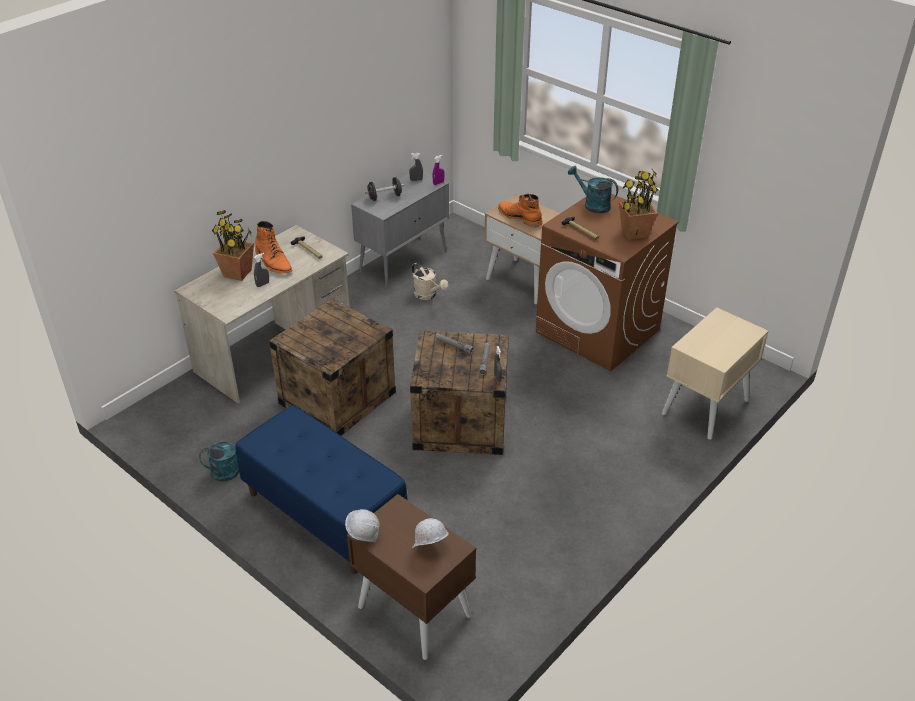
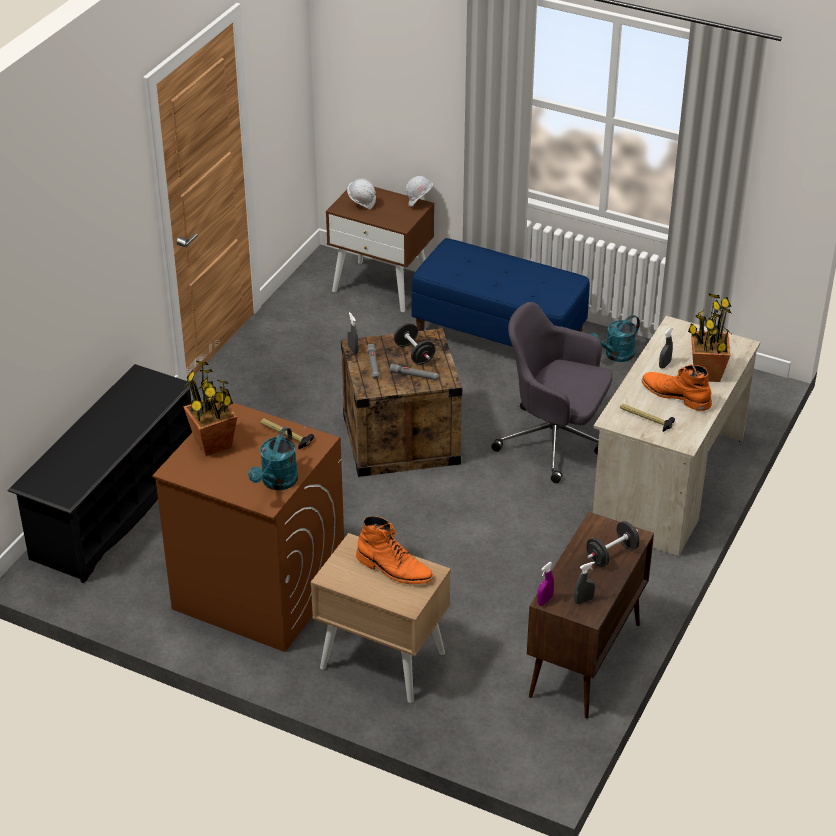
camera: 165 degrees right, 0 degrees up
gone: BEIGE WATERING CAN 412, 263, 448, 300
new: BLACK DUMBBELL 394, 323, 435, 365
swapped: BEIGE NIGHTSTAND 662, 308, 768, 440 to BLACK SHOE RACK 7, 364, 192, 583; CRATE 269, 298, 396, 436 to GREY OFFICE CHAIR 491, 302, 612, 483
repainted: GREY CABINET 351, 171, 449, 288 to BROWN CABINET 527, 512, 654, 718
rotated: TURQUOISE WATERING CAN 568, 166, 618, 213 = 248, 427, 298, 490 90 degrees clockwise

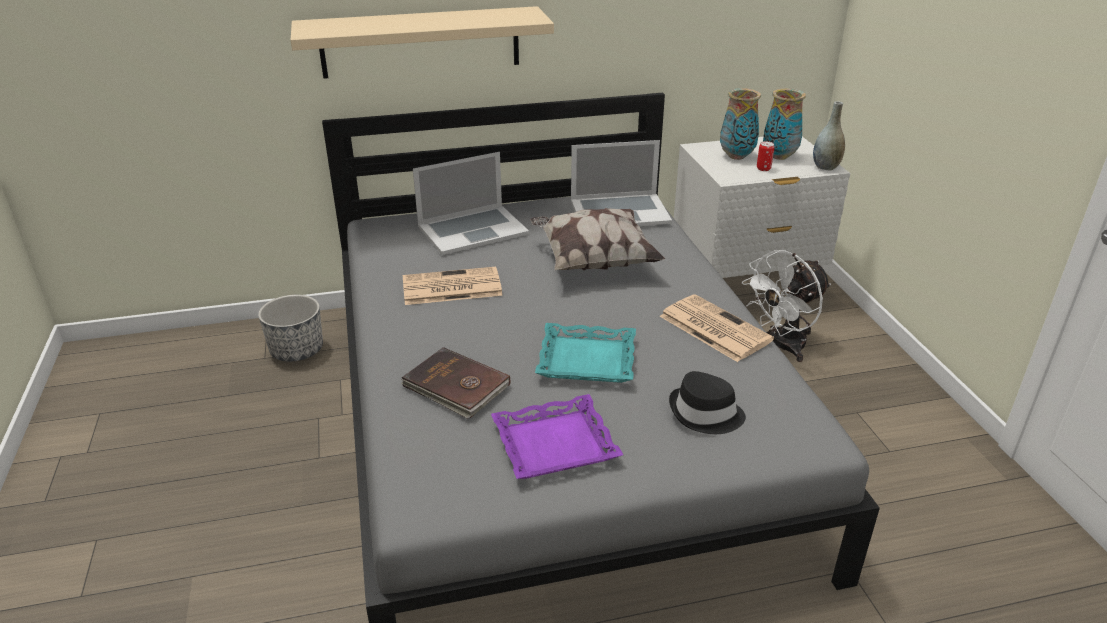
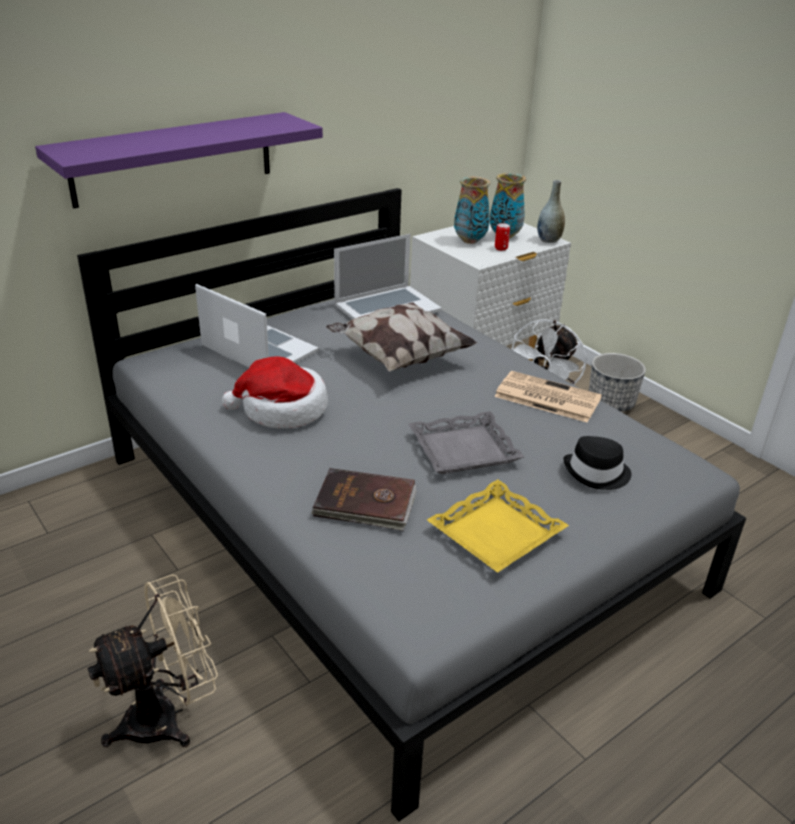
camera: 25 degrees left, 0 degrees up
new: BEIGE FAN 87, 574, 218, 747
shifted: PLANTER 258, 295, 323, 362 to 589, 353, 646, 412
swapped: NEWSPAPER 403, 267, 503, 305 to HAT 222, 357, 328, 428
repainted: BEIGE SHELF 291, 6, 554, 79 to PURPLE SHELF 35, 112, 323, 209; TURQUOISE TRAY 535, 323, 636, 383 to GREY TRAY 408, 411, 524, 474; PURPLE TRAY 491, 394, 623, 479 to YELLOW TRAY 427, 480, 569, 573
rotated: LAPTOP 413, 152, 529, 255 = 195, 284, 319, 367 90 degrees counterclockwise

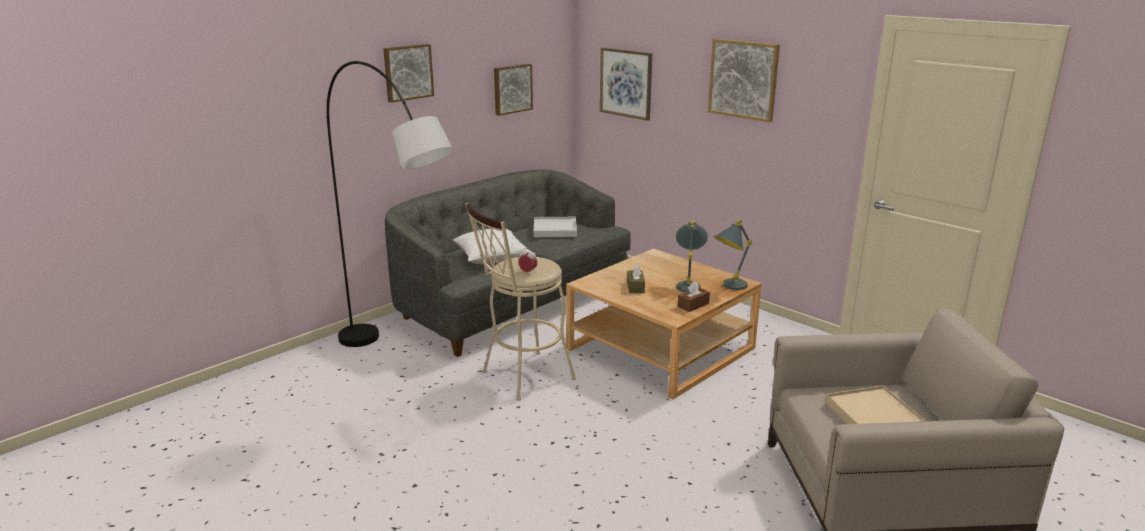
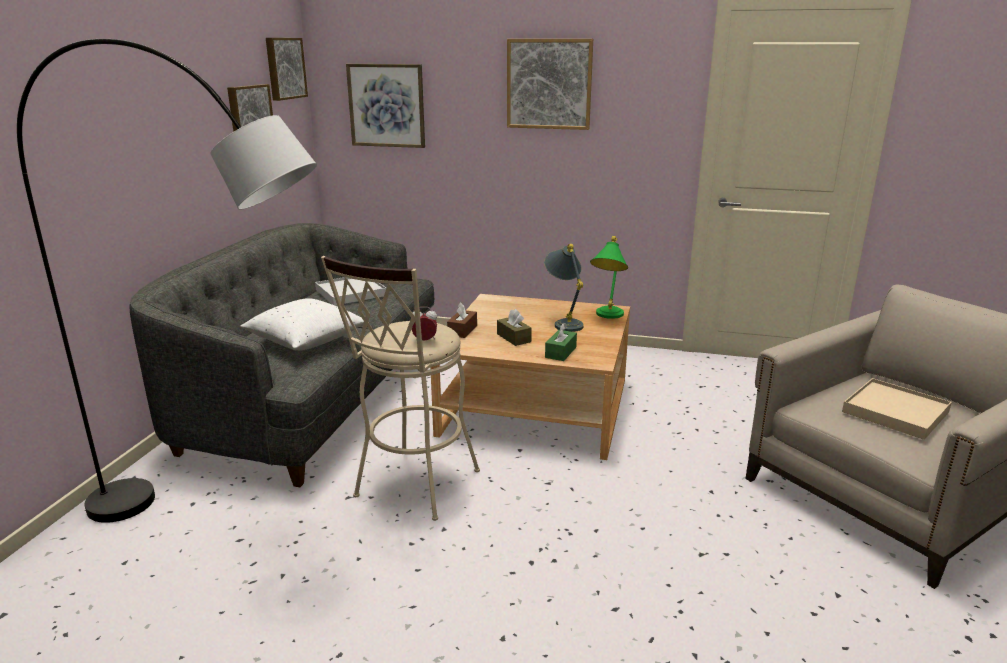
camera: 30 degrees left, 0 degrees up
new: GREEN TISSUE BOX 545, 323, 577, 361
shifted: PICTURE 383, 44, 434, 103 to 266, 38, 308, 101; BROWN TISSUE BOX 678, 281, 710, 312 to 447, 302, 477, 338
repainted: GREY TABLE LAMP 714, 219, 752, 290 to GREEN TABLE LAMP 590, 236, 628, 319

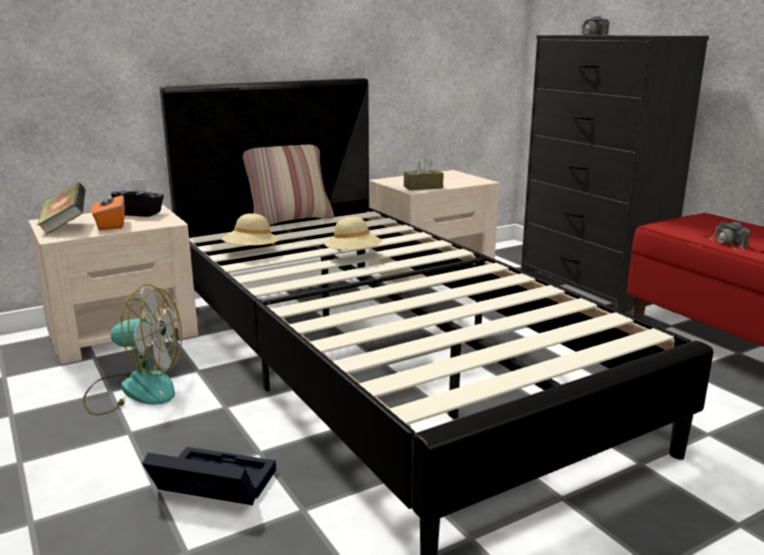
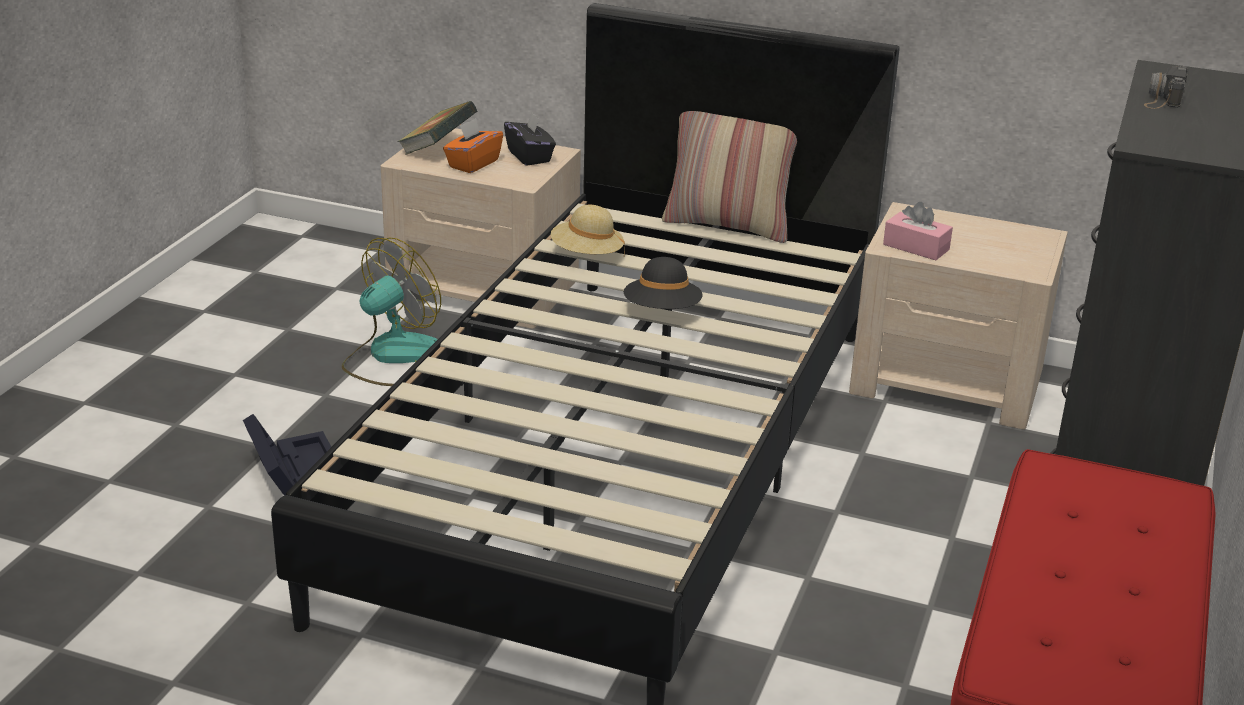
camera: 50 degrees right, 10 degrees up
gone: PHOTO CAMERA 709, 222, 750, 251
repainted: BEIGE HAT 324, 217, 382, 250 to BLACK HAT 624, 257, 703, 309; BROWN TISSUE BOX 404, 157, 444, 190 to PINK TISSUE BOX 883, 202, 953, 260
rotated: FAN 83, 284, 182, 415 = 342, 238, 441, 386 105 degrees counterclockwise

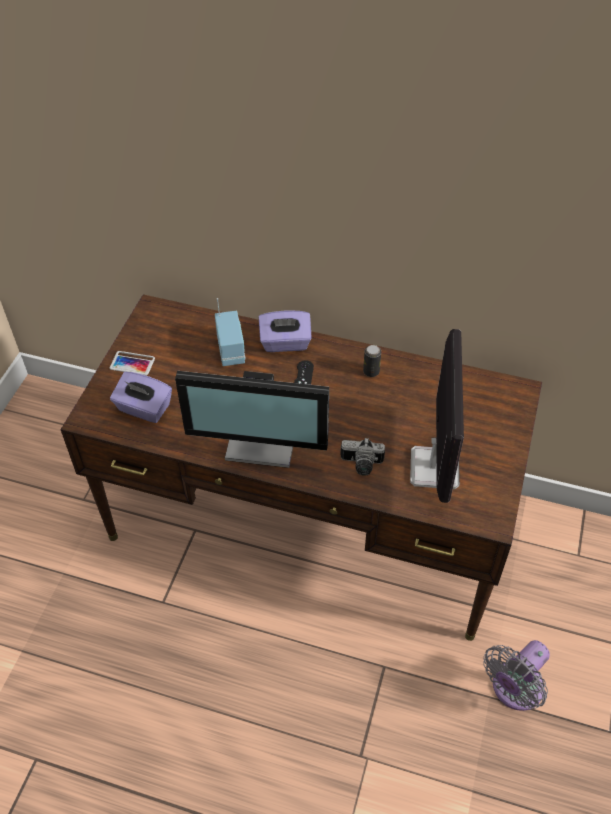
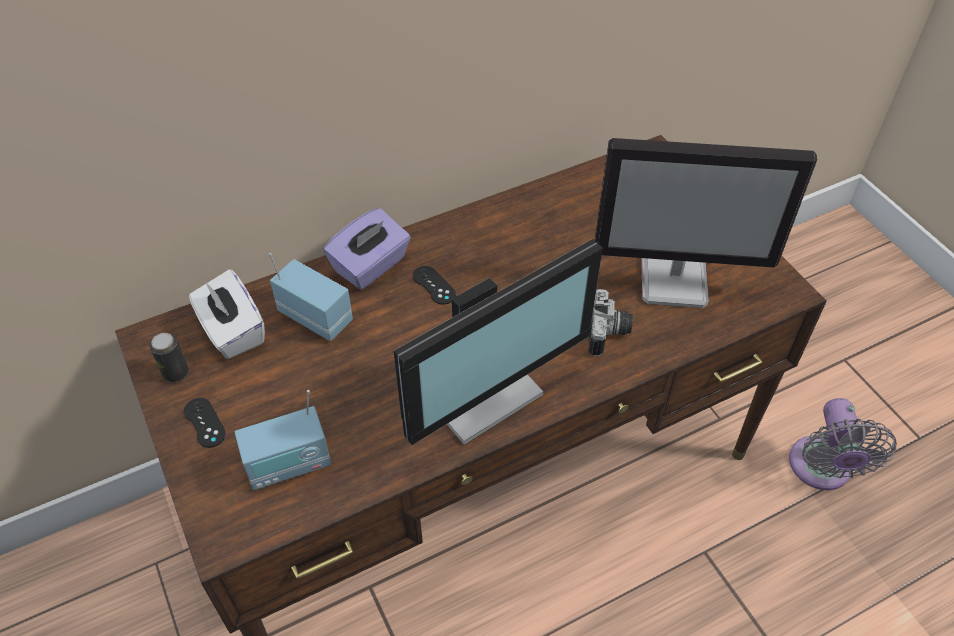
camera: 45 degrees left, 0 degrees up
new: WHITE TISSUE BOX 189, 269, 265, 359
shifted: CAN 363, 345, 381, 377 to 149, 333, 189, 382
swapped: PHONE 110, 351, 155, 375 to BLACK GAME CONTROLLER 184, 398, 226, 448; PURPLE TISSUE BOX 110, 372, 172, 423 to RADIO 235, 390, 331, 490
rotated: PHOTO CAMERA 340, 438, 385, 476 = 589, 289, 633, 356 45 degrees counterclockwise; MONITOR 410, 329, 464, 503 = 594, 138, 818, 308 135 degrees clockwise

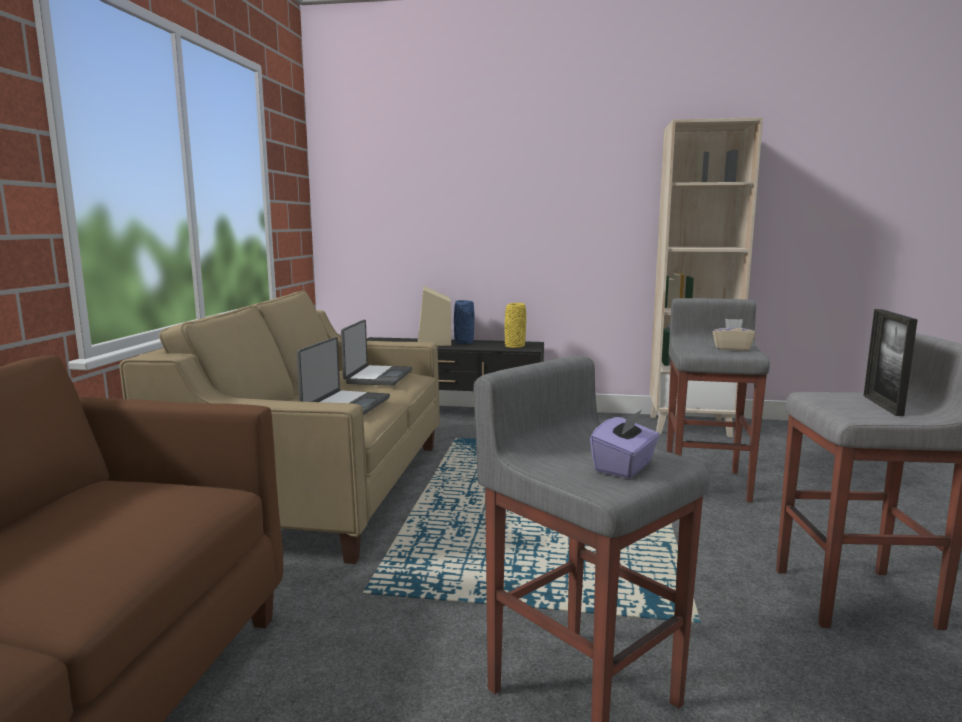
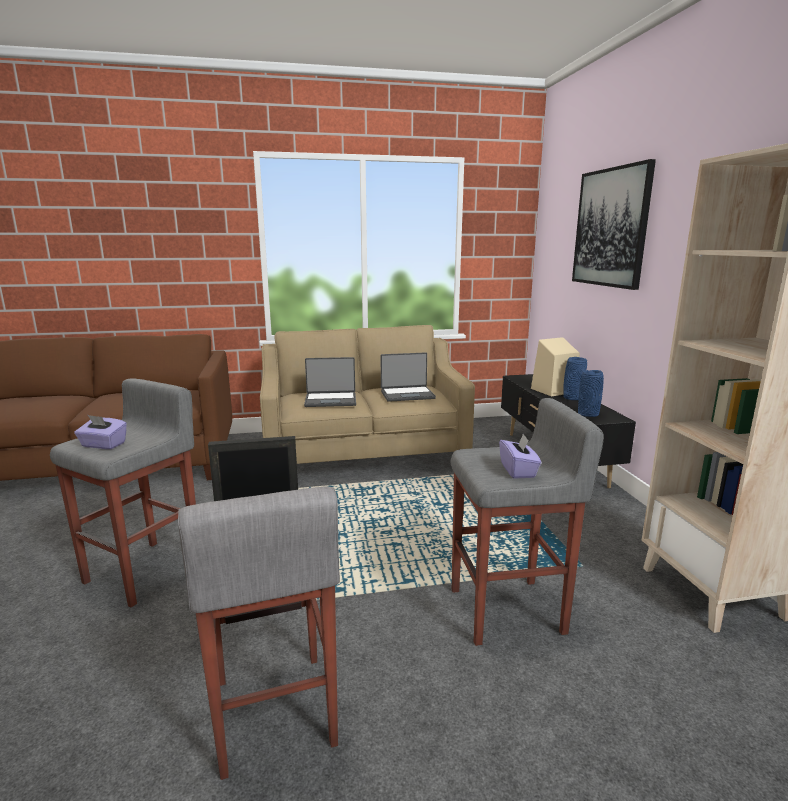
camera: 70 degrees right, 5 degrees up
new: PICTURE 572, 159, 656, 290
repainted: BEIGE TISSUE BOX 712, 319, 755, 351 to PURPLE TISSUE BOX 499, 433, 541, 479; YELLOW VASE 505, 303, 526, 348 to BLUE VASE 578, 370, 604, 417

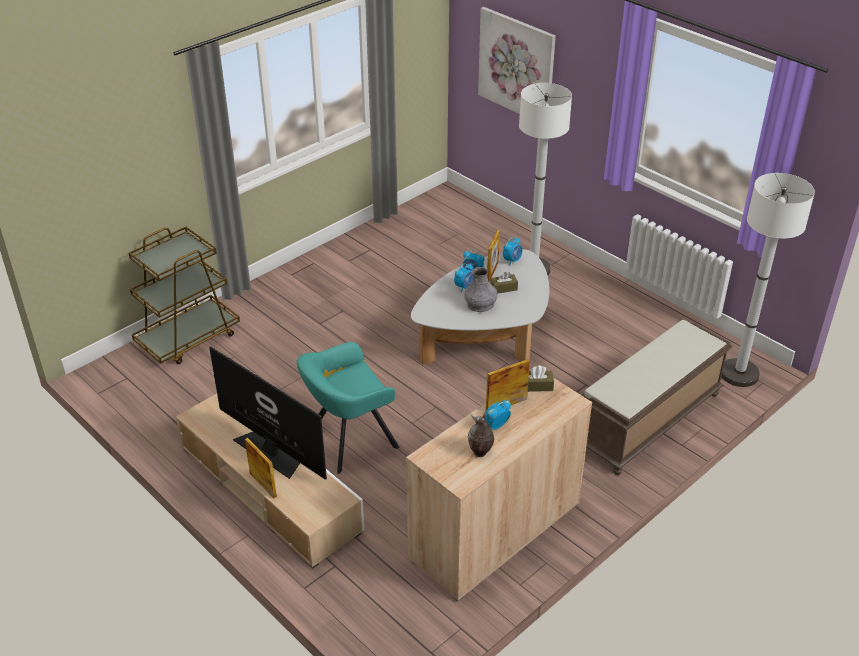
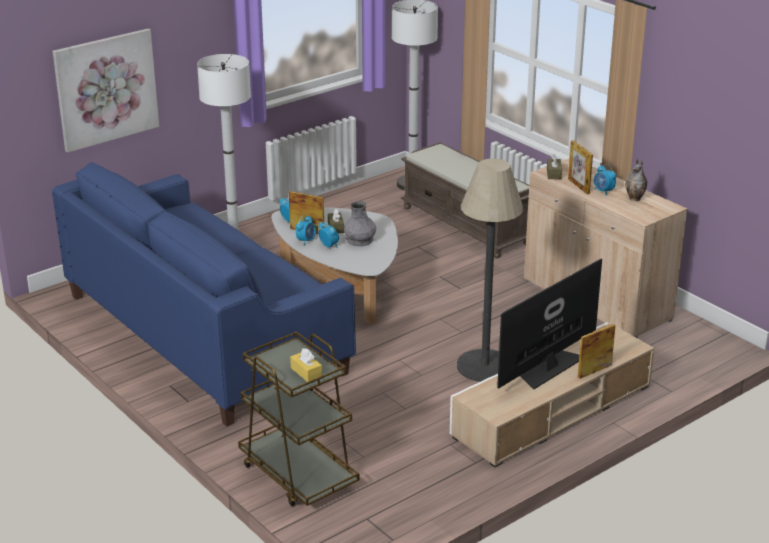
camera: 85 degrees left, 10 degrees down
new: BLUE SOFA 52, 162, 356, 427; YELLOW TISSUE BOX 290, 348, 322, 382
swapped: TURQUOISE ARMCHAIR 296, 342, 399, 474 to FLOOR LAMP 457, 159, 523, 382

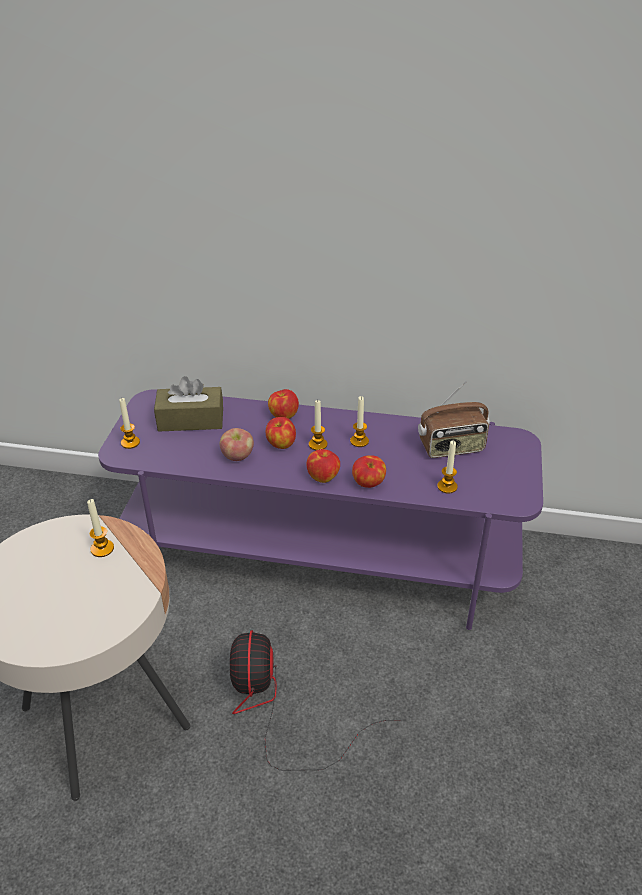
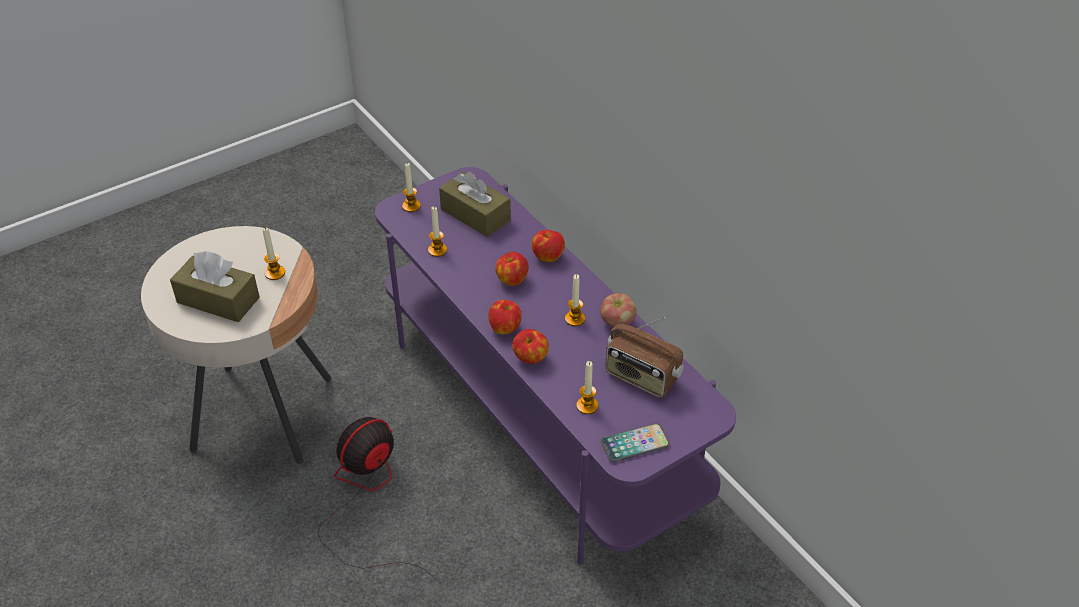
camera: 45 degrees right, 5 degrees up
new: BROWN TISSUE BOX 170, 251, 260, 322; PHONE 601, 424, 670, 462
shifted: CANDLE 309, 400, 327, 450 to 428, 206, 447, 257; APPLE 220, 428, 254, 461 to 600, 293, 637, 327

